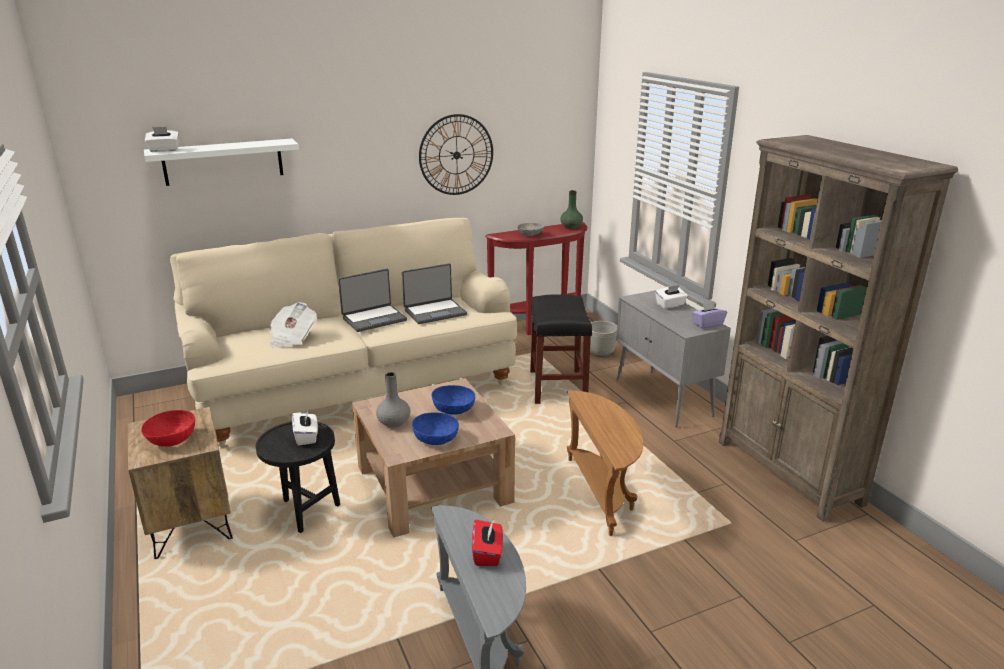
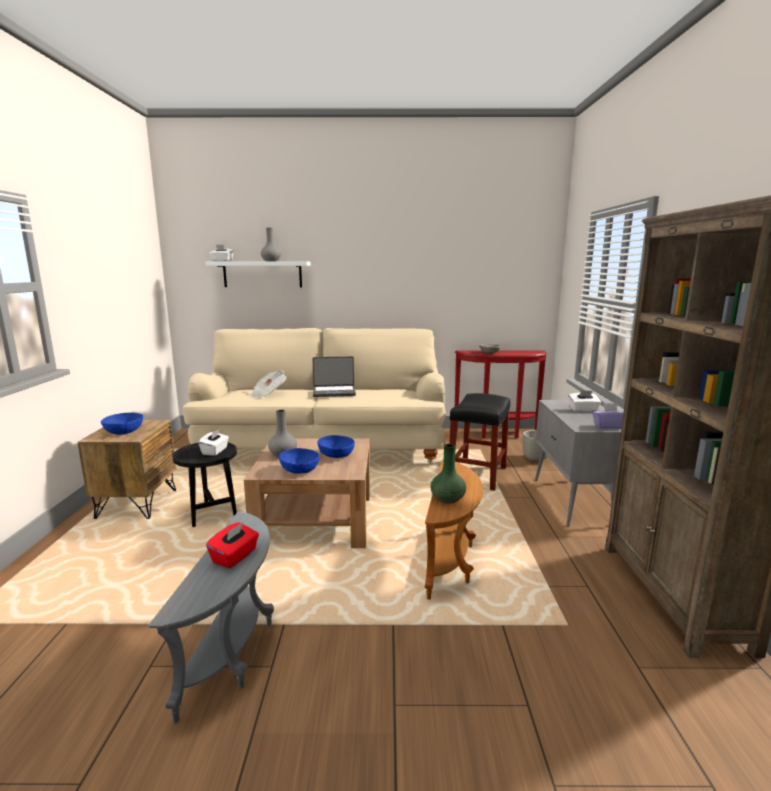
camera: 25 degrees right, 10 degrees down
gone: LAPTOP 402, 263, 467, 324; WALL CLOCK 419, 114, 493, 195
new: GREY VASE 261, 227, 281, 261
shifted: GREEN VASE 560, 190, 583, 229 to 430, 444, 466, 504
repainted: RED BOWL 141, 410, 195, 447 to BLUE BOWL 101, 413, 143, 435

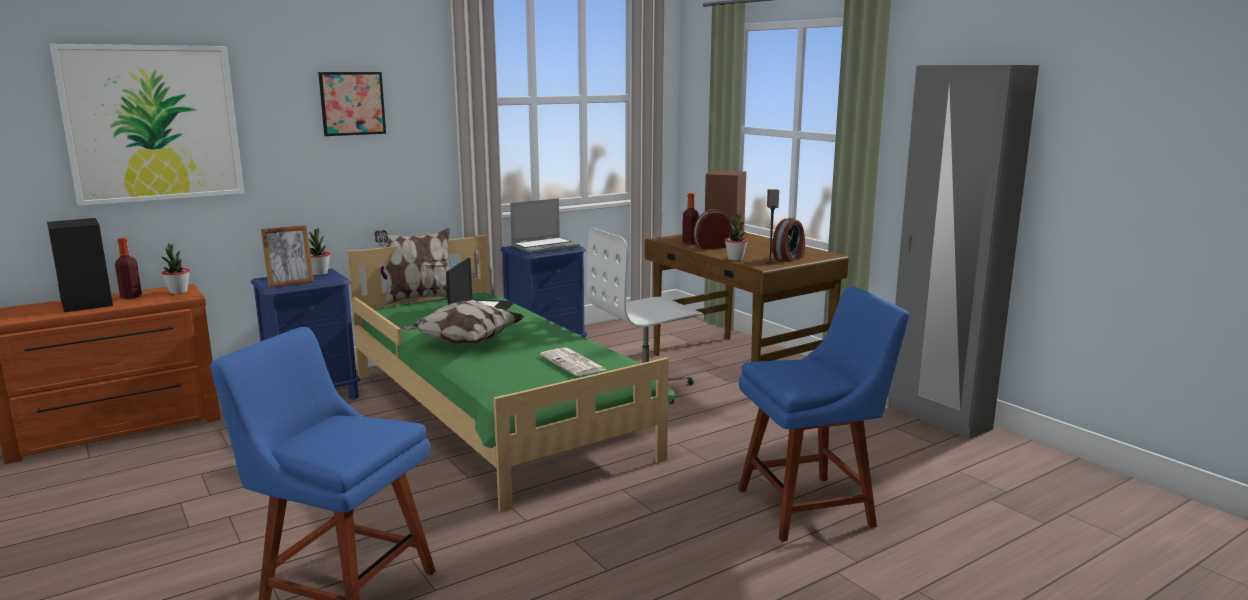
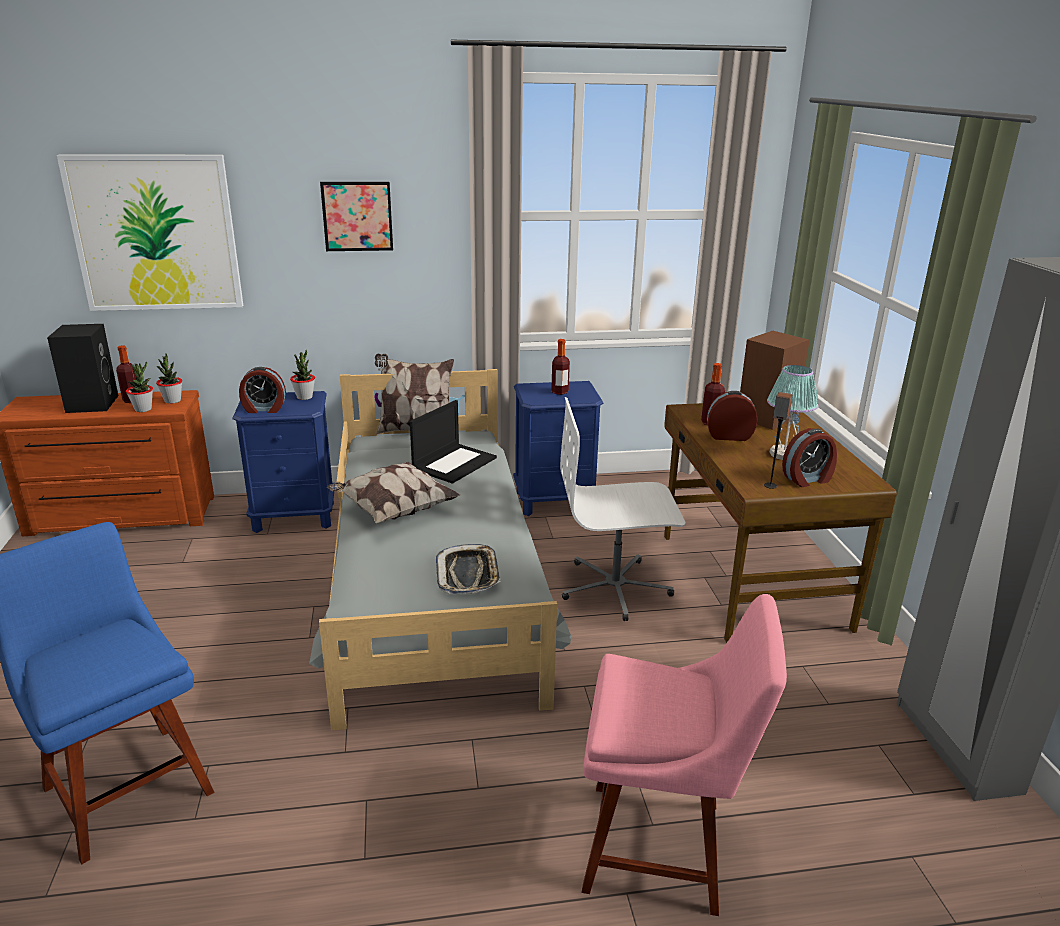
camera: 25 degrees right, 10 degrees up
new: TABLE LAMP 767, 365, 819, 460
shifted: POTTED PLANT 724, 213, 748, 261 to 126, 362, 153, 412
swapped: PICTURE FRAME 261, 225, 314, 288 to ALARM CLOCK 239, 367, 286, 413; NEWSPAPER 540, 348, 606, 376 to TRAY 436, 544, 501, 594; LAPTOP 510, 198, 580, 254 to BOTTLE 551, 339, 570, 395
repainted: GREEN BED 347, 235, 676, 513 to GREY BED 309, 369, 571, 731; BLUE CHAIR 738, 287, 909, 542 to PINK CHAIR 582, 594, 787, 916

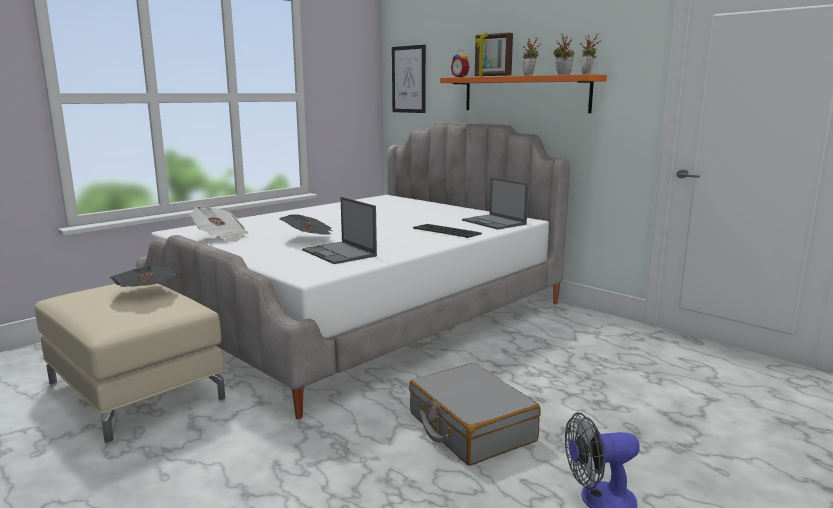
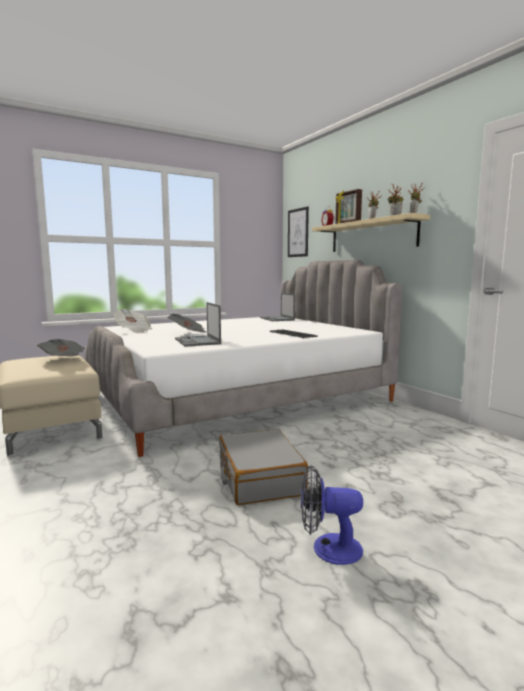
camera: 15 degrees right, 5 degrees down
shifted: LAPTOP 462, 178, 529, 230 to 260, 293, 295, 321
repainted: ORANGE SHELF 440, 74, 607, 113 to BEIGE SHELF 312, 213, 430, 252

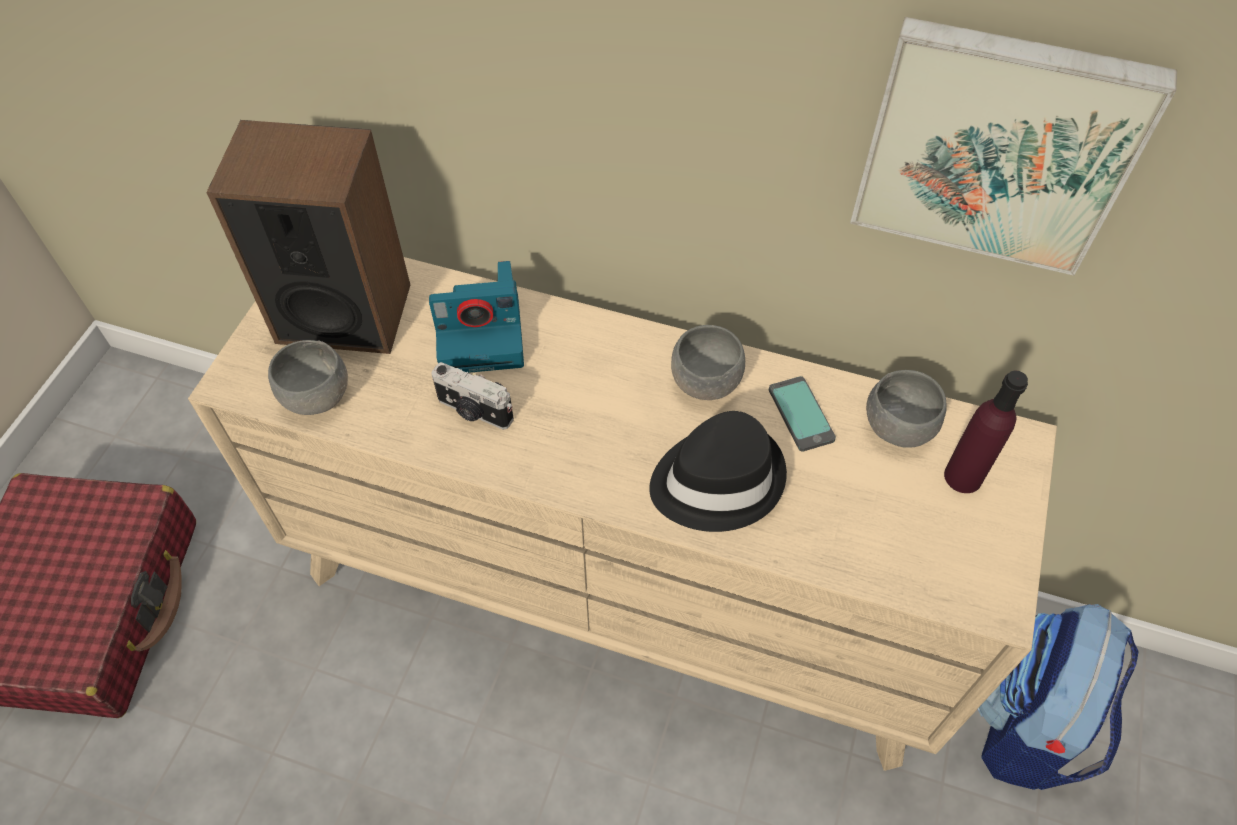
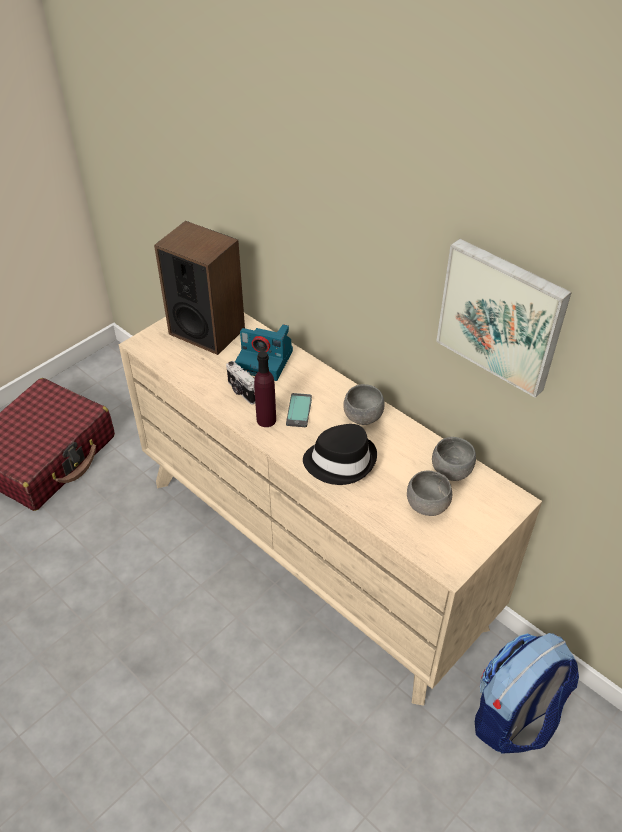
camera: 25 degrees right, 10 degrees down
shifted: PURPLE BOTTLE 944, 371, 1028, 493 to 254, 351, 276, 427; PHONE 769, 376, 836, 452 to 286, 393, 312, 427; GREY BOWL 268, 340, 348, 415 to 407, 471, 452, 516

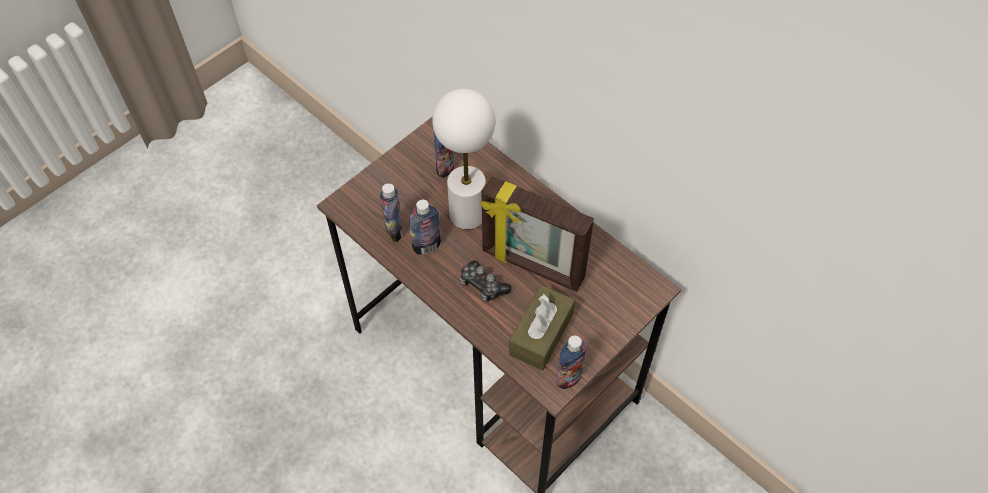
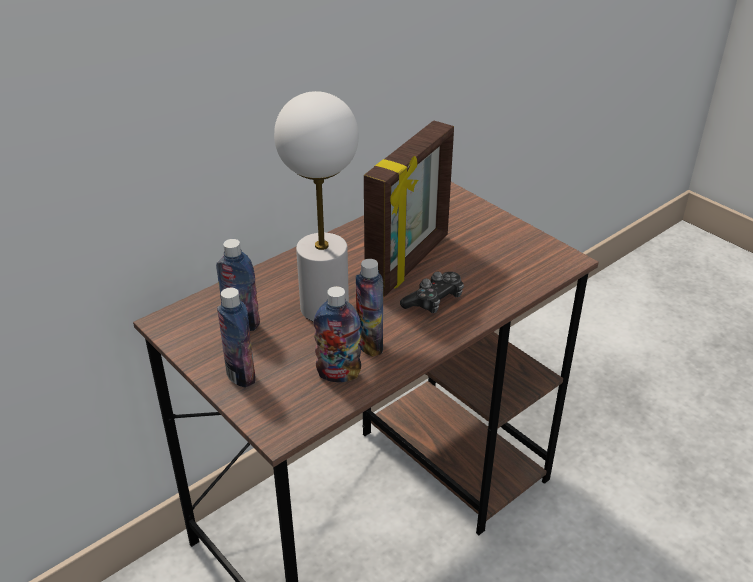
camera: 85 degrees left, 20 degrees down
gone: BROWN TISSUE BOX 509, 285, 575, 371
shifted: BOTTLE 556, 336, 587, 389 to 217, 288, 256, 388

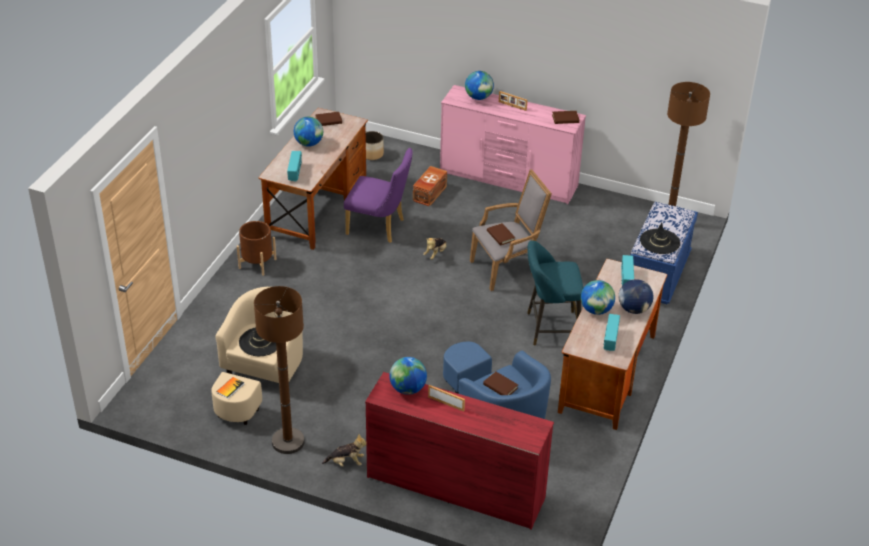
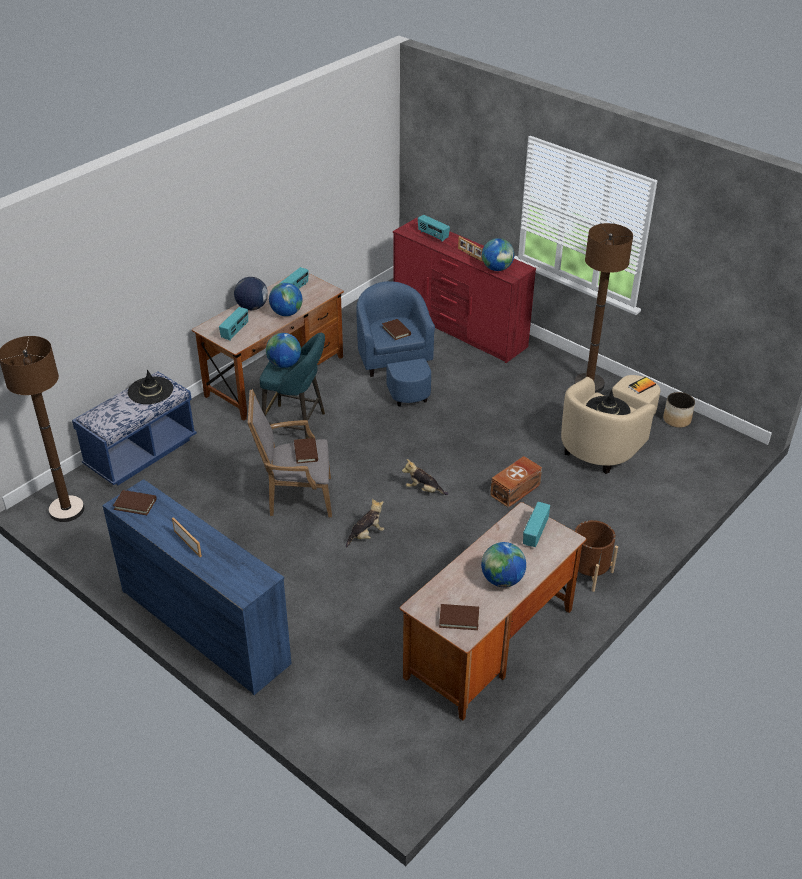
camera: 160 degrees left, 0 degrees up
gone: PURPLE CHAIR 344, 148, 413, 243
new: RADIO 418, 215, 450, 242
shifted: GLOBE 465, 71, 494, 100 to 266, 333, 301, 368; PLUSH TOY 322, 434, 366, 467 to 402, 459, 448, 495; BROWN STORAGE BOX 413, 166, 447, 206 to 490, 456, 542, 508; PLANTER 366, 131, 384, 160 to 663, 392, 695, 428
repainted: PINK DRESSER 440, 85, 586, 204 to BLUE DRESSER 102, 479, 292, 695

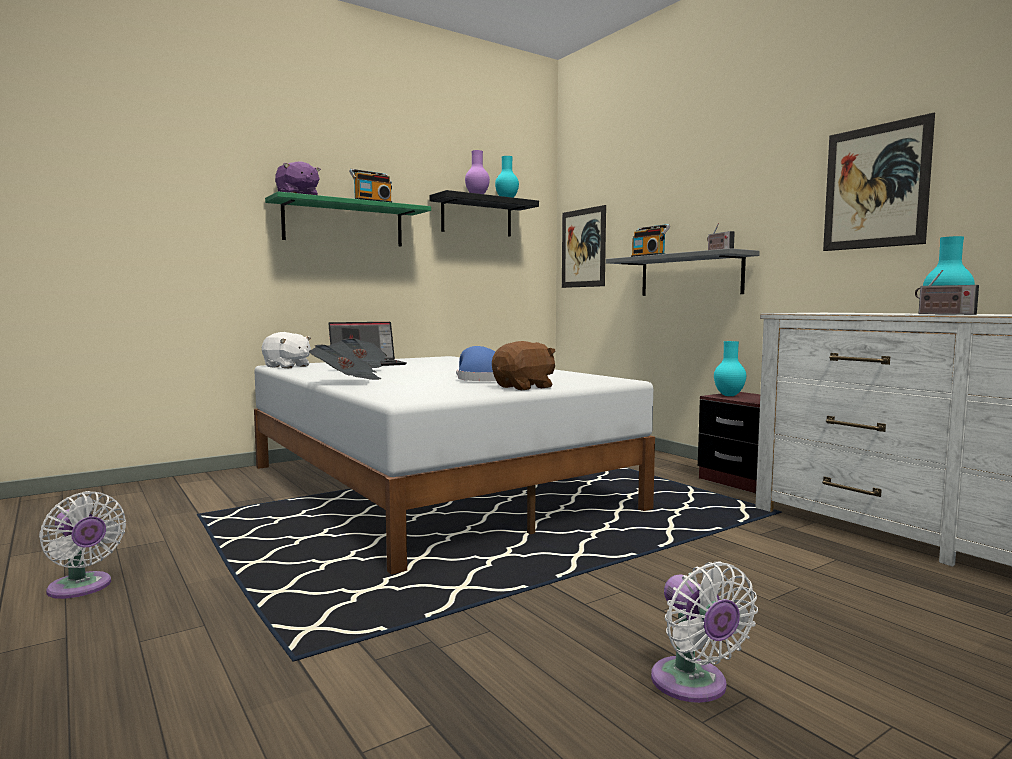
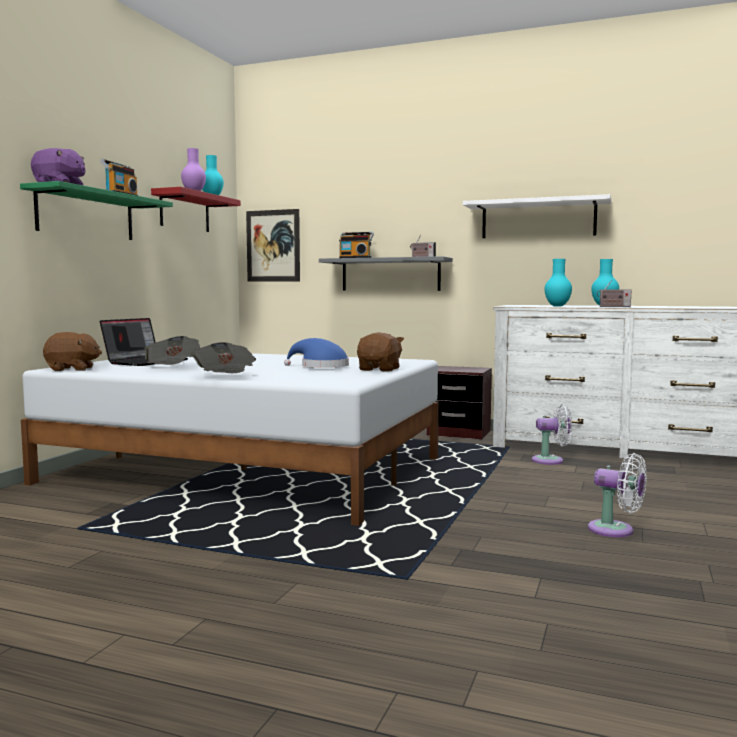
camera: 35 degrees left, 0 degrees up
shifted: WHITE FAN 39, 491, 126, 599 to 532, 404, 572, 465; TURQUOISE VASE 714, 341, 746, 396 to 545, 259, 572, 307
swapped: PICTURE 823, 113, 935, 251 to WHITE SHELF 463, 194, 612, 238
repainted: WHITE PLUSH TOY 262, 332, 311, 368 to BROWN PLUSH TOY 43, 332, 102, 371; BLACK SHELF 429, 190, 539, 237 to RED SHELF 151, 187, 241, 232

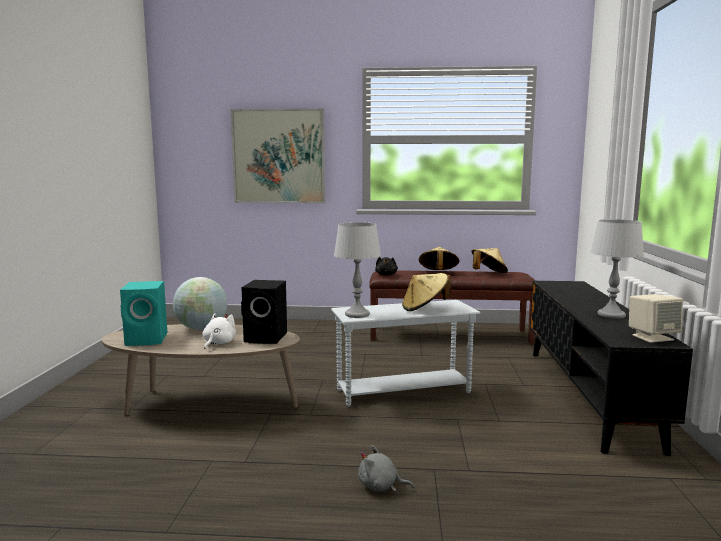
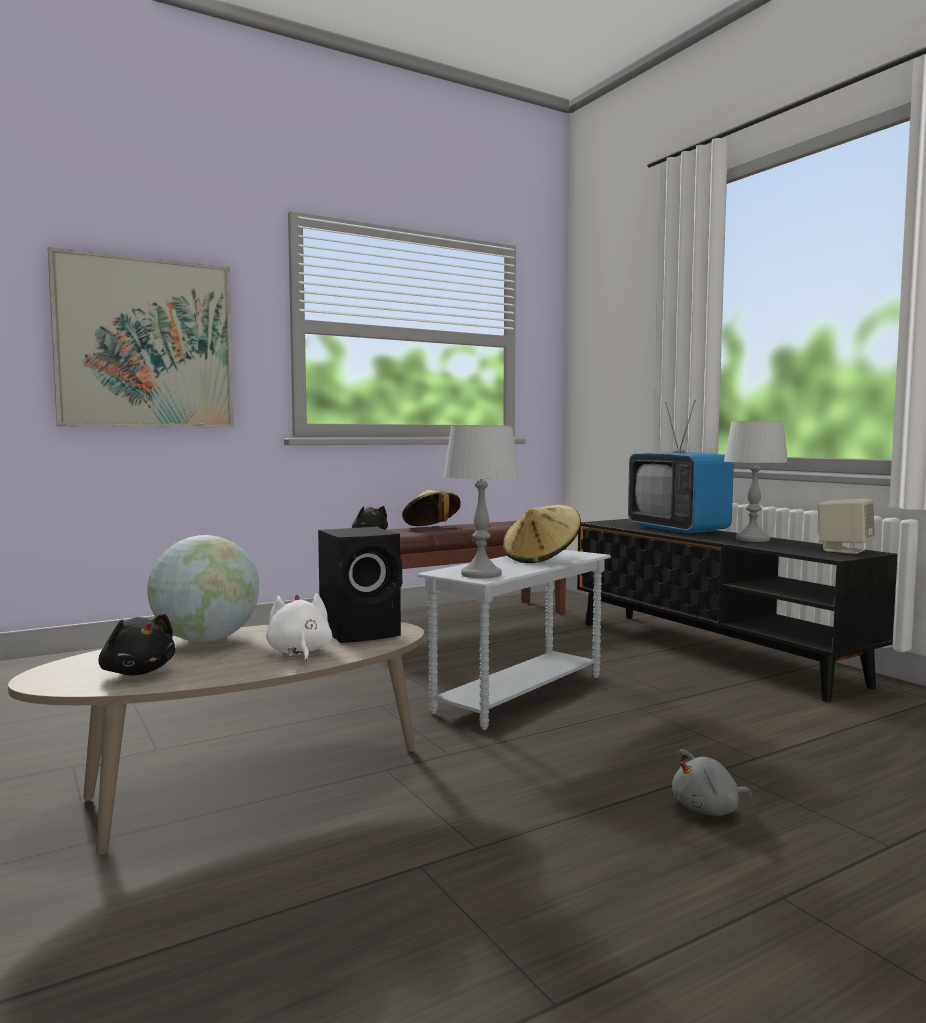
camera: 35 degrees left, 5 degrees down
gone: BEIGE HAT 472, 248, 508, 273
new: TELEVISION 628, 400, 734, 535
swapped: TURQUOISE SPEAKER 120, 281, 167, 346 to BLACK PLUSH TOY 98, 614, 175, 675

